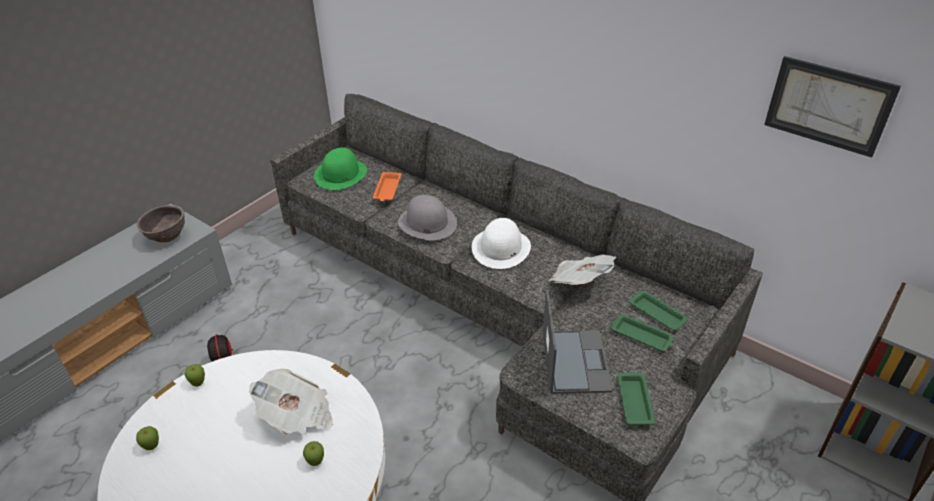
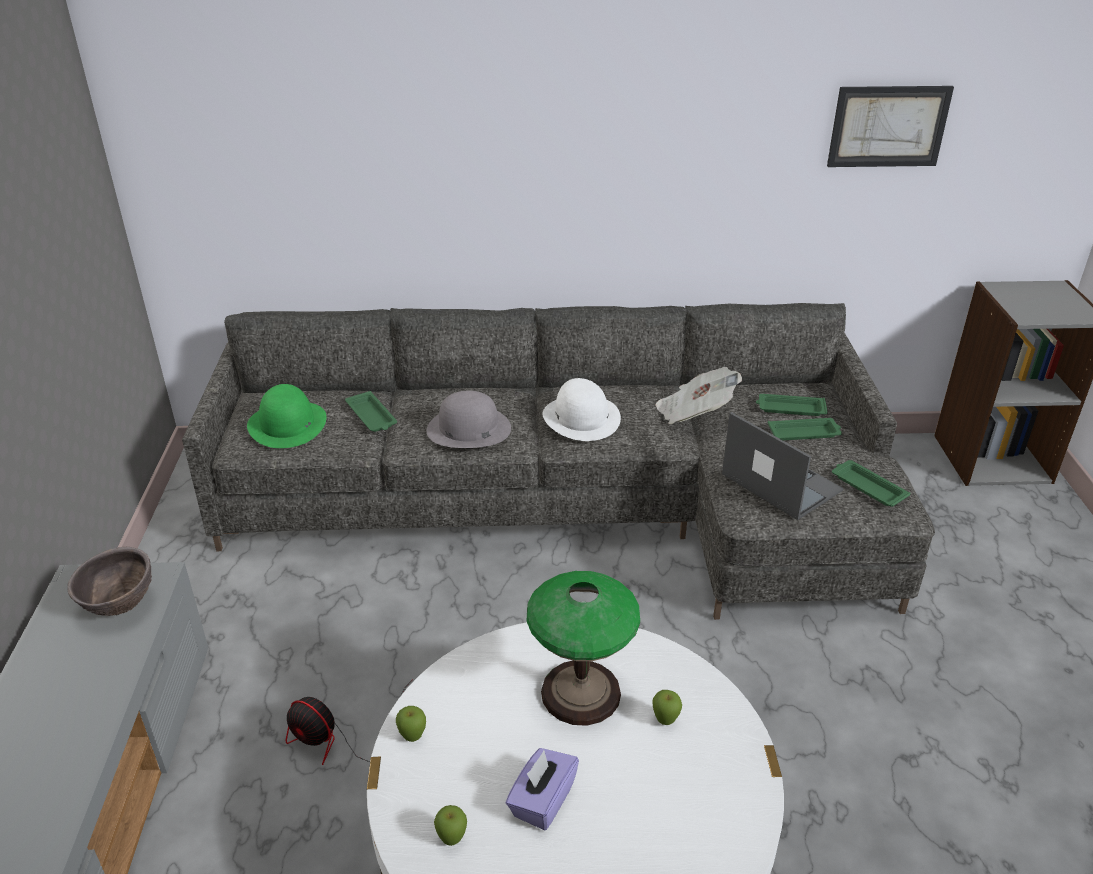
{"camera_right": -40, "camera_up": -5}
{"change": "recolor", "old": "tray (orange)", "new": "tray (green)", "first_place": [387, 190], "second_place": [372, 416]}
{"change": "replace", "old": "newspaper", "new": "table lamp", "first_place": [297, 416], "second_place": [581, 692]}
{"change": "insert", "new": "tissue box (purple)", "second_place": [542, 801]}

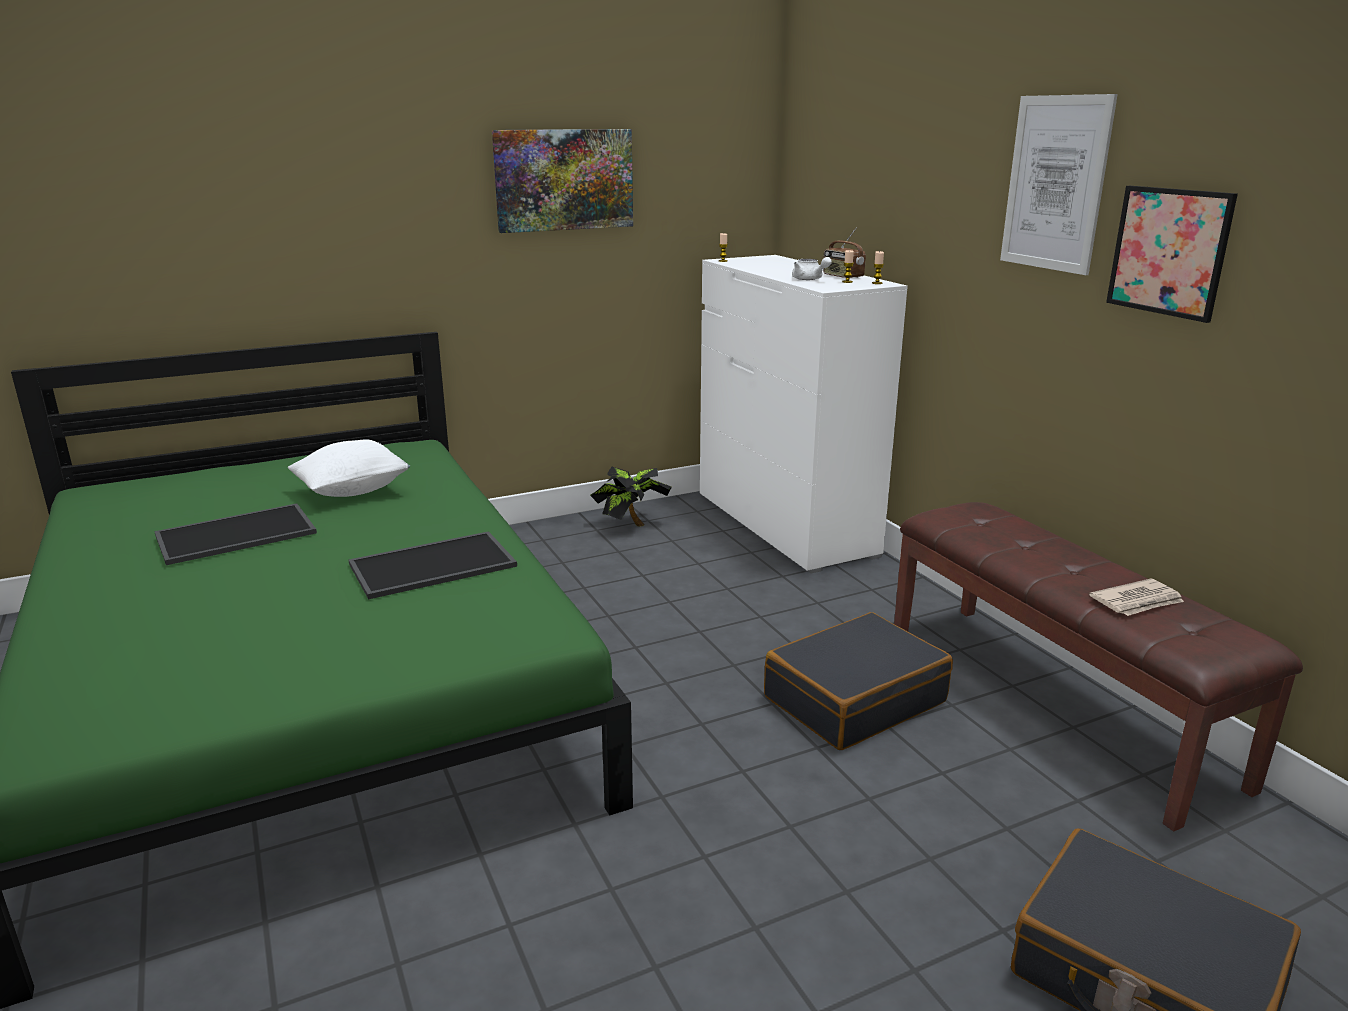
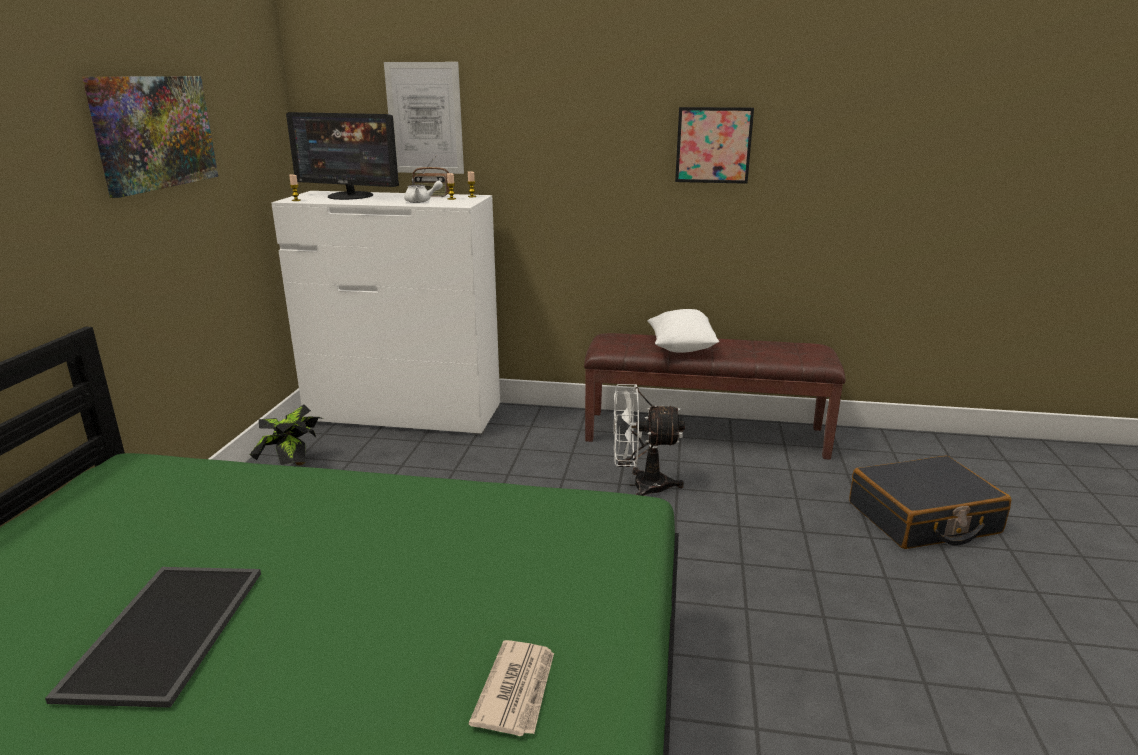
{"camera_right": -55, "camera_up": 0}
{"change": "move", "old": "picture", "first_place": [1055, 183], "second_place": [425, 118]}
{"change": "move", "old": "pillow (white)", "first_place": [353, 491], "second_place": [681, 348]}
{"change": "delete", "old": "tray", "first_place": [432, 566]}
{"change": "move", "old": "newspaper", "first_place": [1138, 601], "second_place": [517, 690]}
{"change": "replace", "old": "suitcase (black)", "new": "fan (white)", "first_place": [854, 699], "second_place": [640, 486]}
{"change": "insert", "new": "monitor", "second_place": [350, 196]}

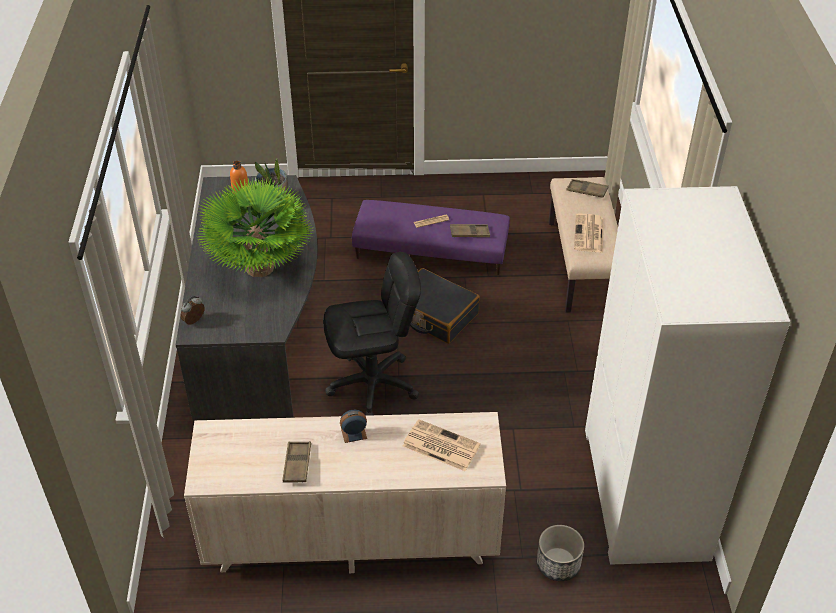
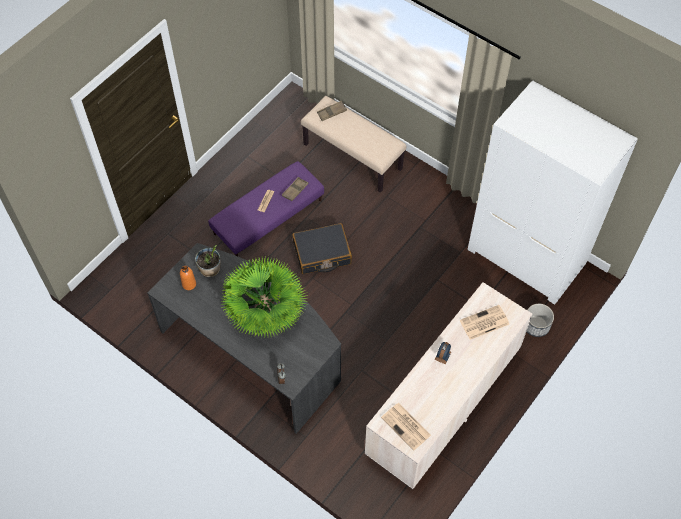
{"camera_right": -50, "camera_up": 15}
{"change": "move", "old": "newspaper", "first_place": [589, 234], "second_place": [406, 426]}
{"change": "delete", "old": "office chair (black)", "first_place": [373, 385]}
{"change": "delete", "old": "tray (brown)", "first_place": [297, 464]}

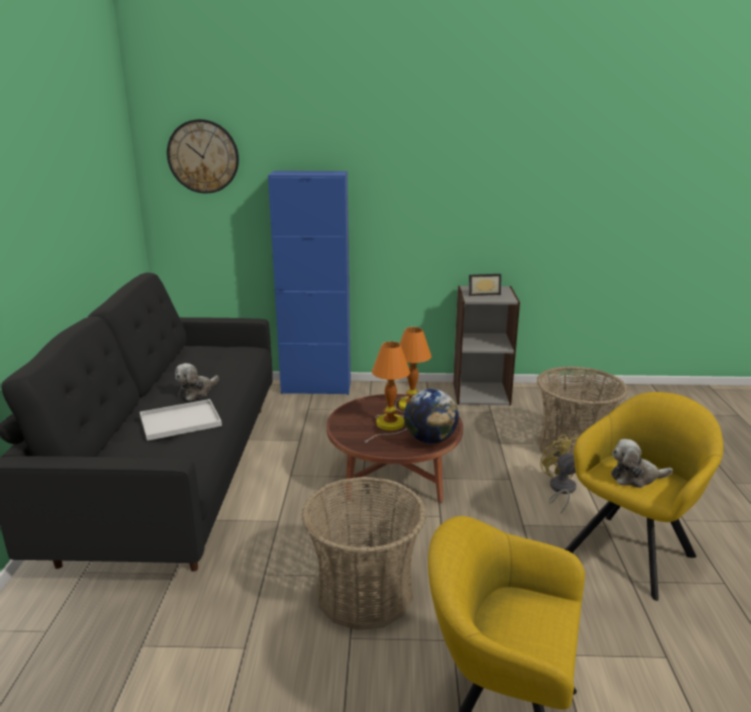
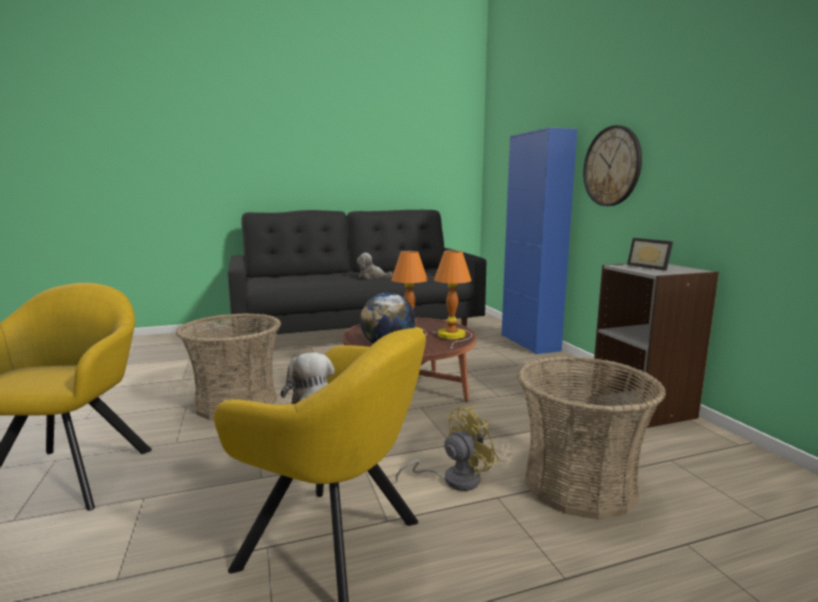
{"camera_right": 70, "camera_up": -10}
{"change": "move", "old": "wall clock", "first_place": [203, 156], "second_place": [612, 166]}
{"change": "delete", "old": "tray (white)", "first_place": [181, 420]}

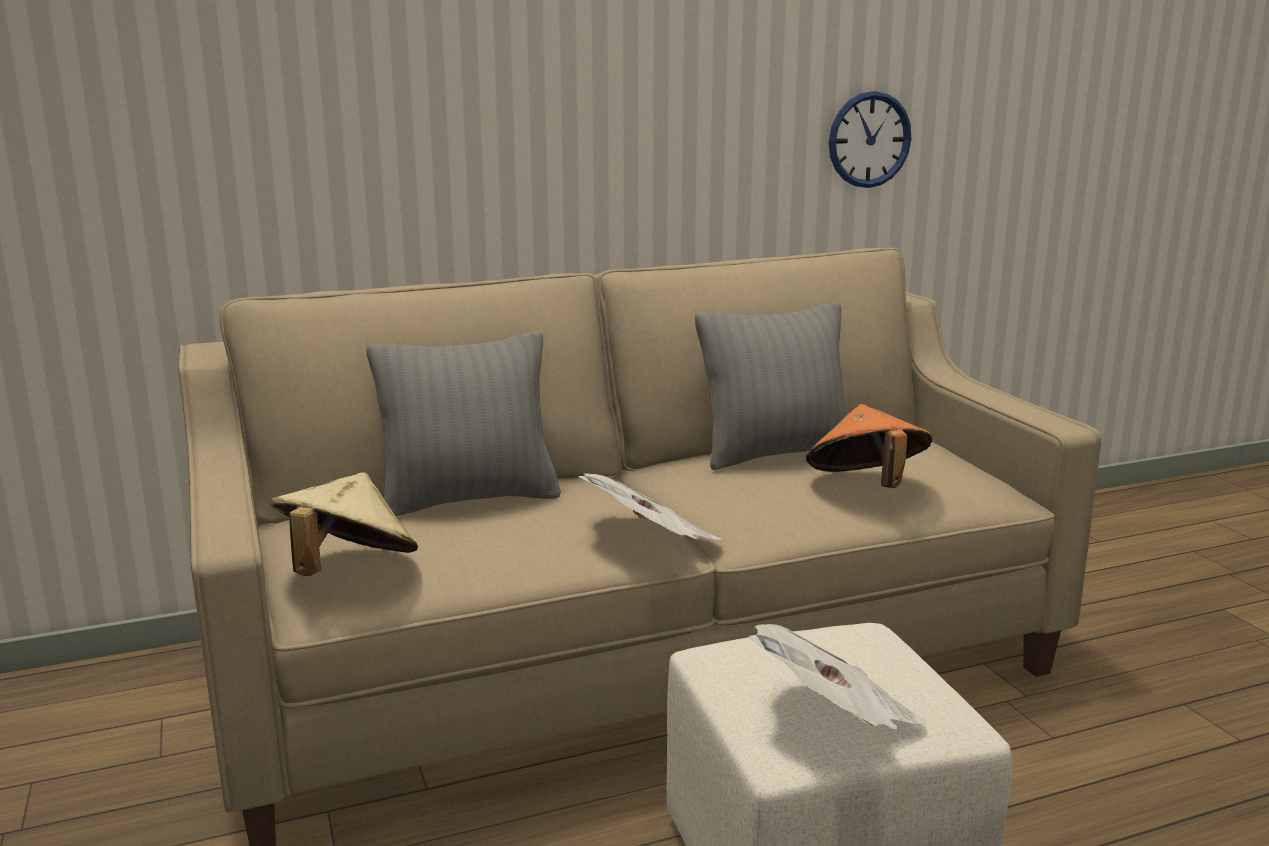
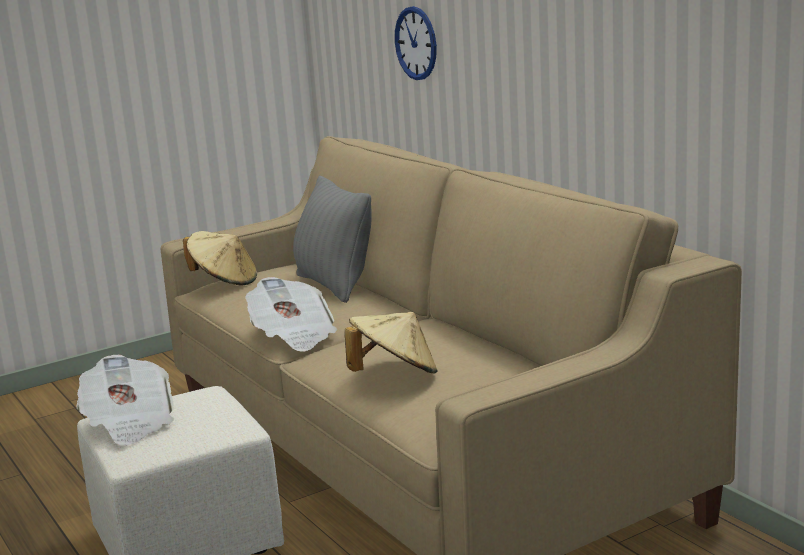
{"camera_right": 80, "camera_up": 0}
{"change": "move", "old": "wall clock", "first_place": [869, 140], "second_place": [416, 43]}
{"change": "delete", "old": "pillow (grey)", "first_place": [776, 454]}
{"change": "recolor", "old": "hat (orange)", "new": "hat (beige)", "first_place": [866, 487], "second_place": [394, 375]}

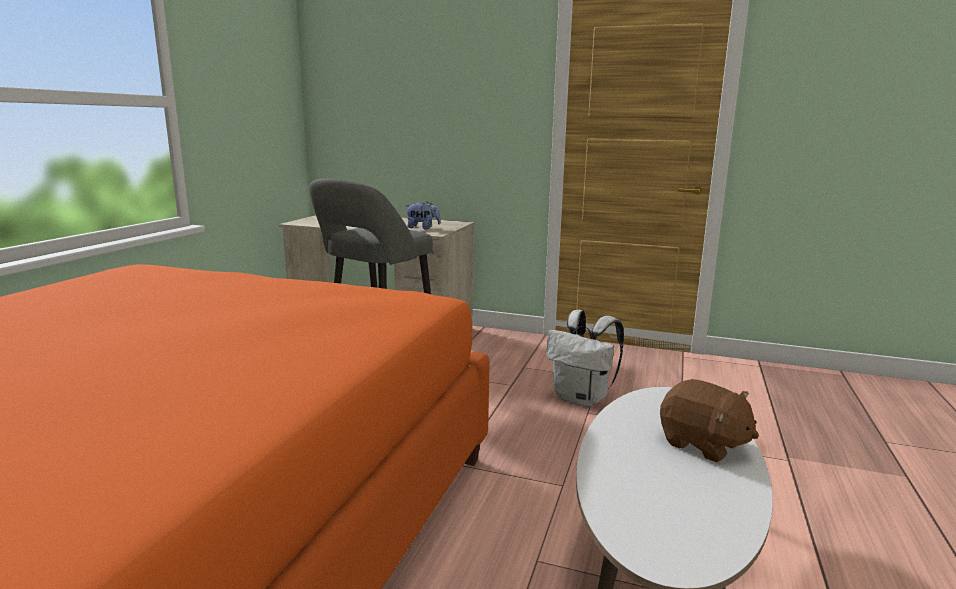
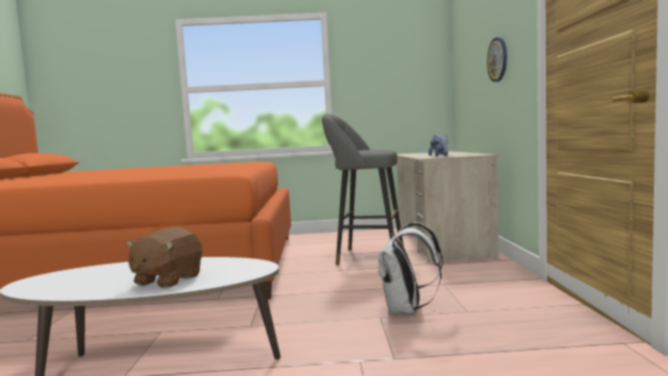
{"camera_right": 70, "camera_up": -10}
{"change": "insert", "new": "wall clock", "second_place": [498, 59]}

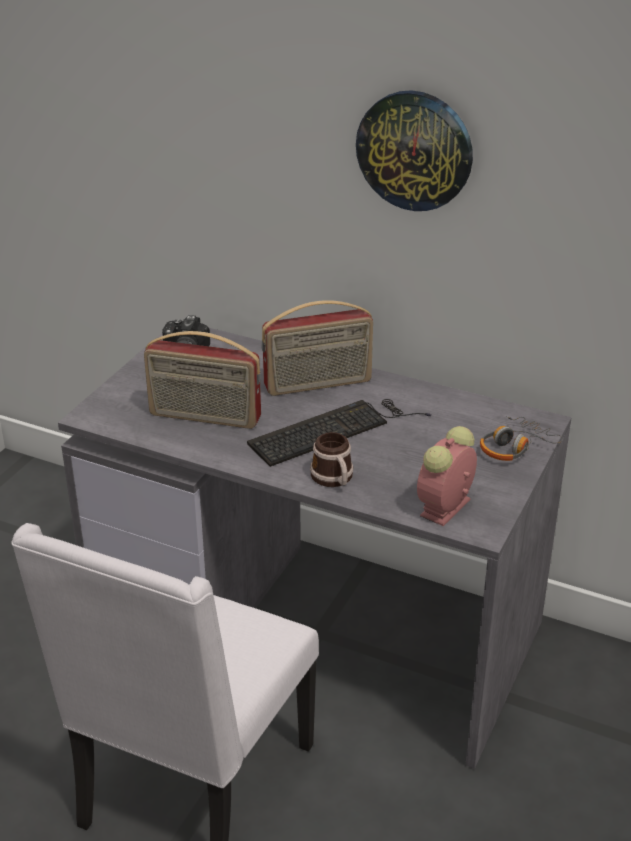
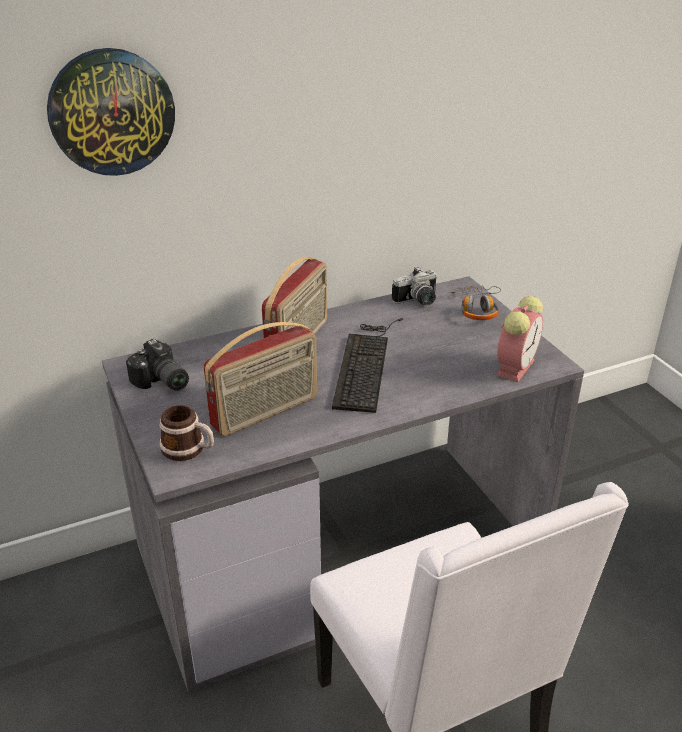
{"camera_right": -50, "camera_up": 0}
{"change": "move", "old": "wall clock", "first_place": [415, 150], "second_place": [111, 112]}
{"change": "rotate", "old": "alarm clock", "first_place": [444, 509], "second_place": [515, 366], "degrees": -135}
{"change": "move", "old": "mug", "first_place": [334, 479], "second_place": [189, 449]}
{"change": "insert", "new": "photo camera", "second_place": [418, 301]}

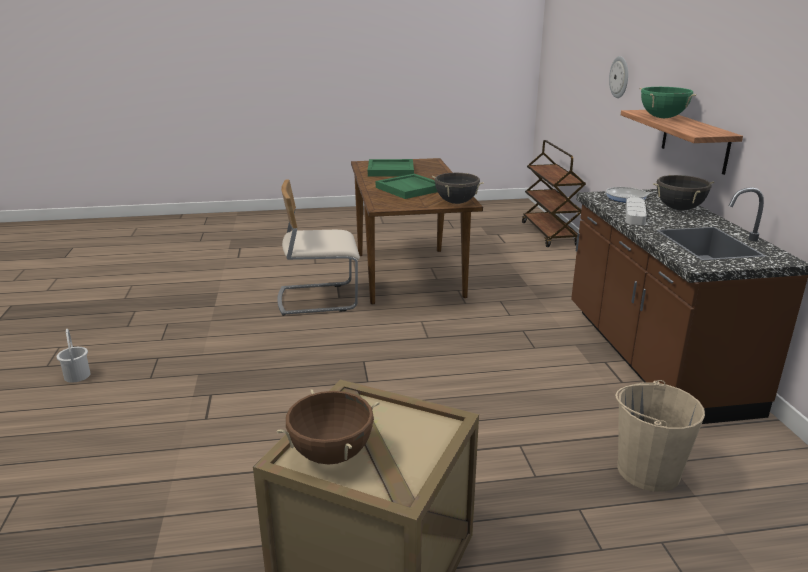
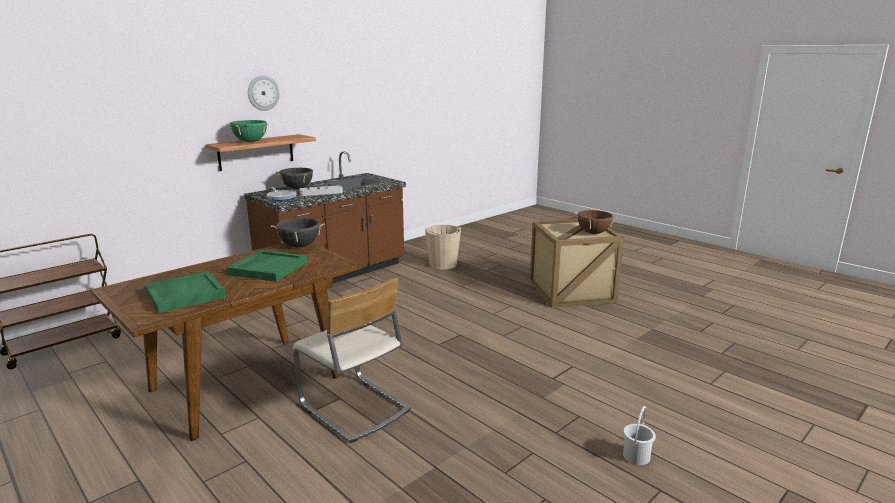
{"camera_right": -125, "camera_up": -5}
{"change": "move", "old": "wall clock", "first_place": [619, 77], "second_place": [263, 93]}

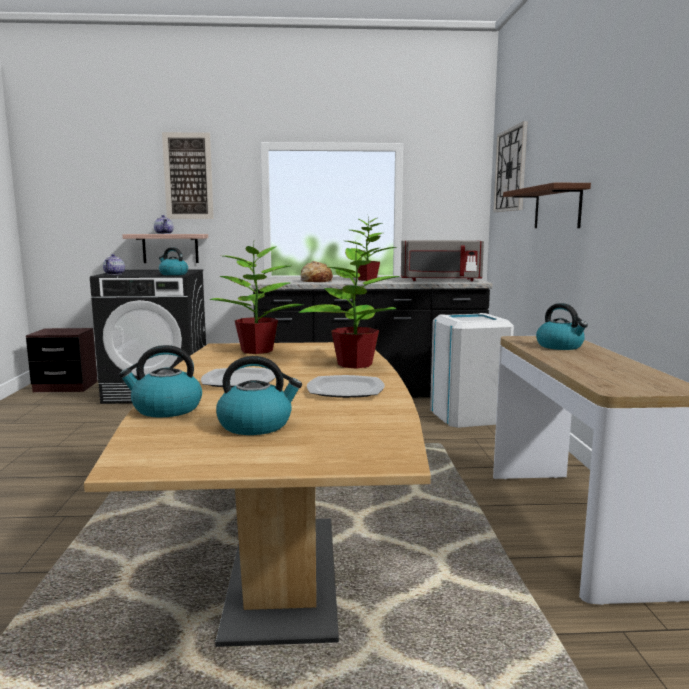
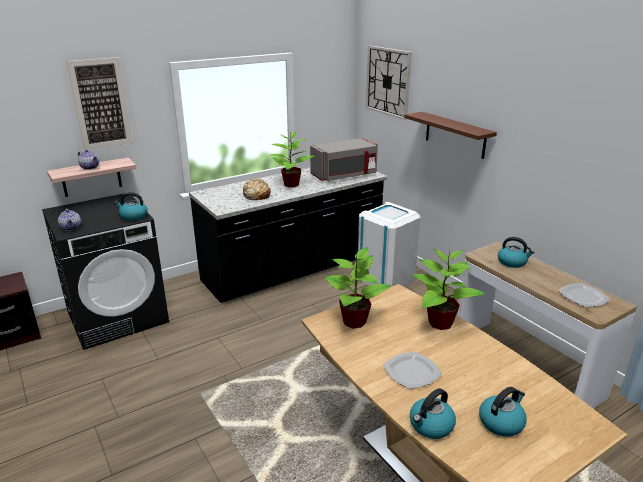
{"camera_right": -30, "camera_up": 15}
{"change": "move", "old": "plate", "first_place": [346, 389], "second_place": [583, 296]}

